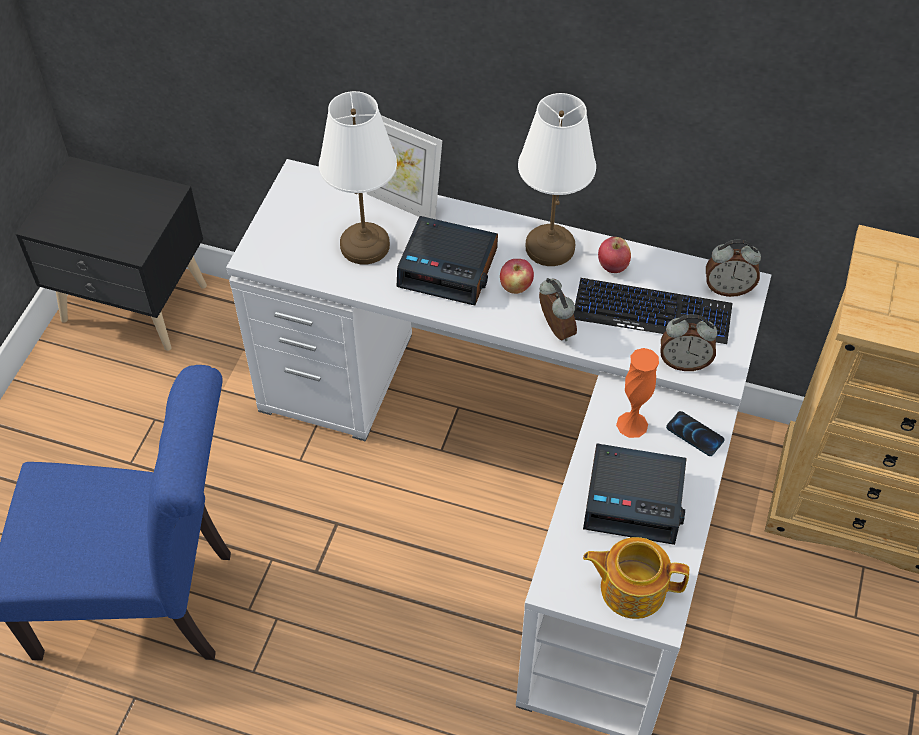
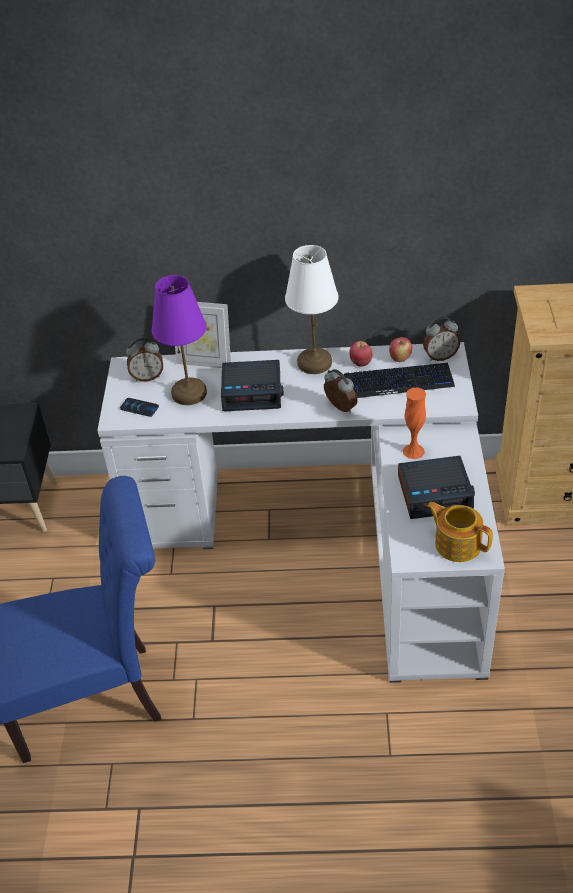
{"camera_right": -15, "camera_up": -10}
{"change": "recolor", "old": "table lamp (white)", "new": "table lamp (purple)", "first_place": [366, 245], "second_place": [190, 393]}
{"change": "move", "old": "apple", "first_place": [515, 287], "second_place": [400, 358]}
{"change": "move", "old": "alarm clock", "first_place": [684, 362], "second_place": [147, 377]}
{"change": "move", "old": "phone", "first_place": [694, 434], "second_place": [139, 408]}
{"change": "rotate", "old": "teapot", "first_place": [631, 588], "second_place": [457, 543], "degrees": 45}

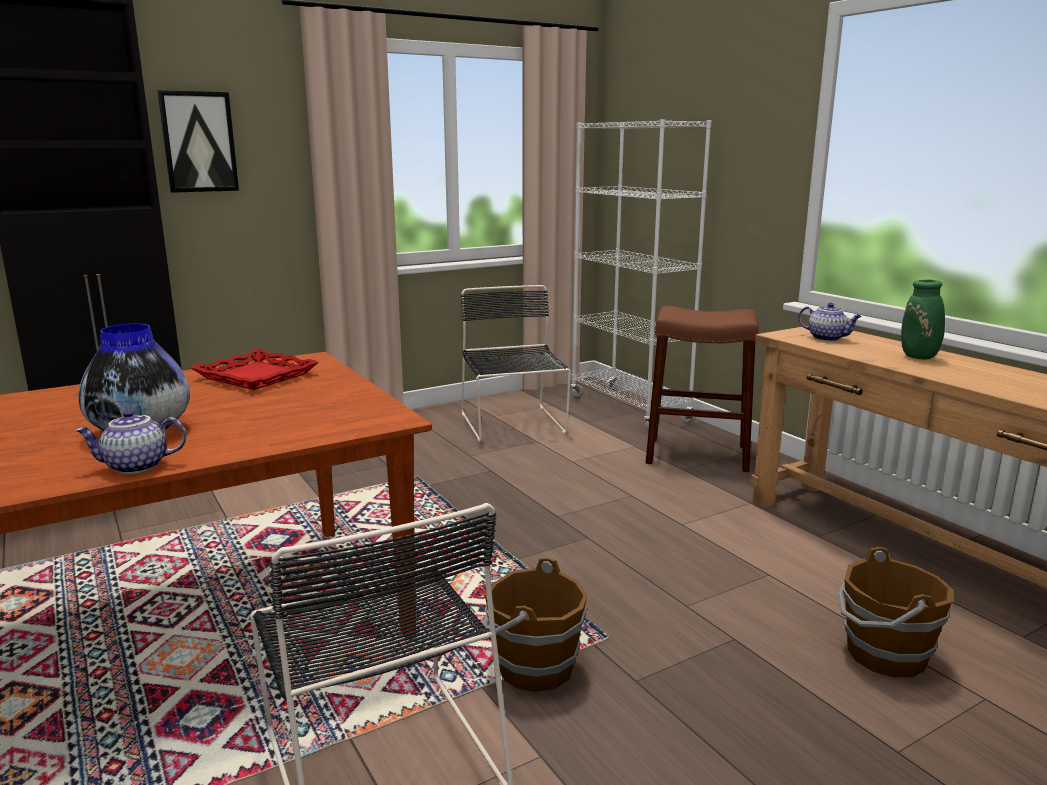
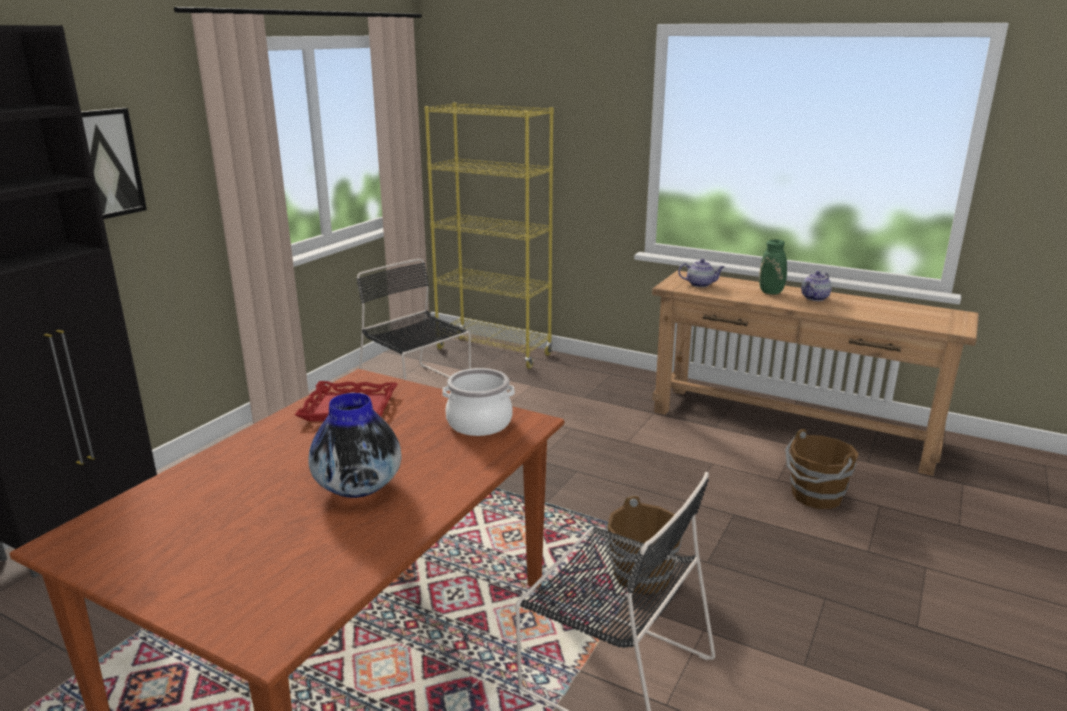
{"camera_right": -30, "camera_up": 5}
{"change": "recolor", "old": "bookcase (white)", "new": "bookcase (yellow)", "first_place": [629, 408], "second_place": [494, 352]}
{"change": "delete", "old": "stool (brown)", "first_place": [697, 454]}
{"change": "move", "old": "teapot", "first_place": [135, 467], "second_place": [815, 298]}
{"change": "insert", "new": "cooking pot", "second_place": [479, 423]}

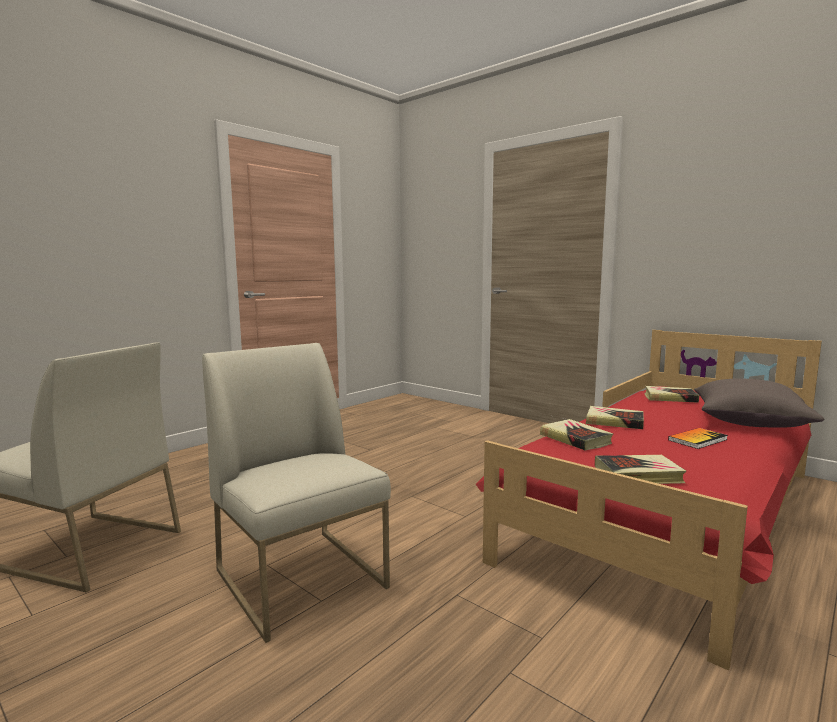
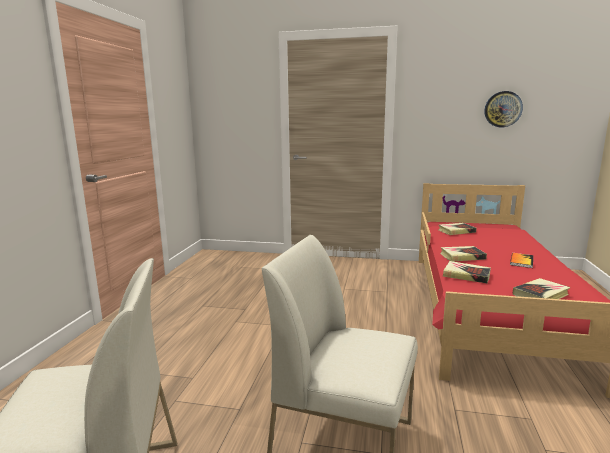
{"camera_right": -30, "camera_up": 5}
{"change": "delete", "old": "pillow (grey)", "first_place": [749, 422]}
{"change": "insert", "new": "wall clock", "second_place": [503, 109]}

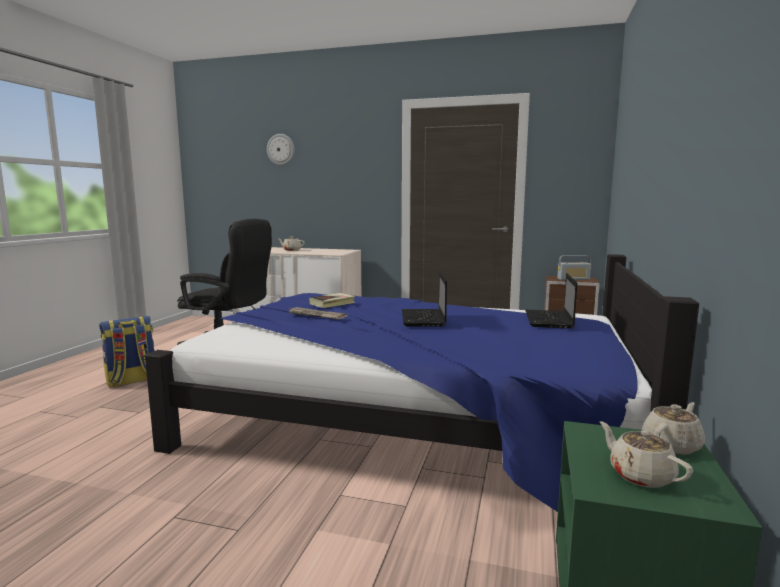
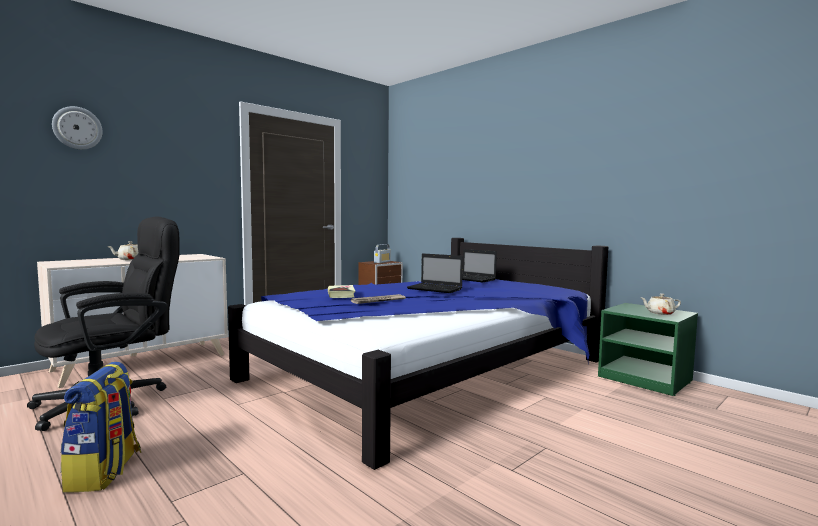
{"camera_right": -60, "camera_up": -5}
{"change": "delete", "old": "teapot (beige)", "first_place": [672, 445]}

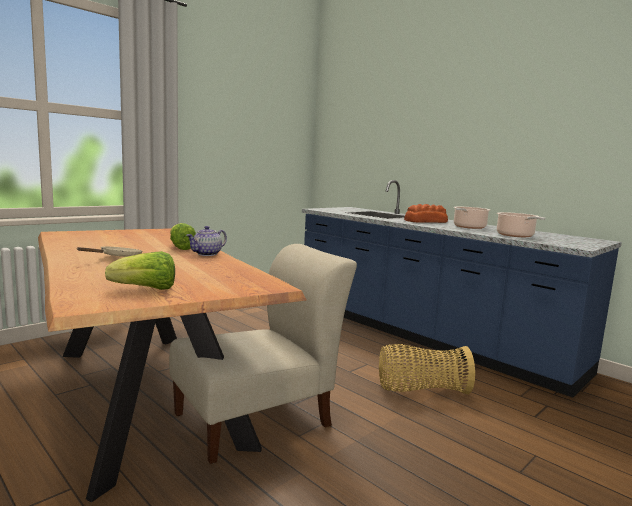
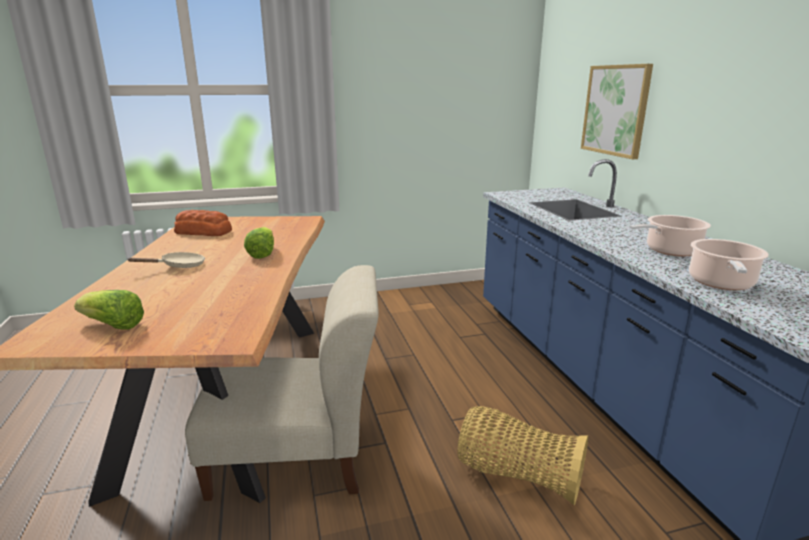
{"camera_right": 30, "camera_up": 10}
{"change": "move", "old": "bread", "first_place": [425, 221], "second_place": [203, 232]}
{"change": "delete", "old": "teapot", "first_place": [207, 254]}
{"change": "insert", "new": "picture", "second_place": [615, 110]}

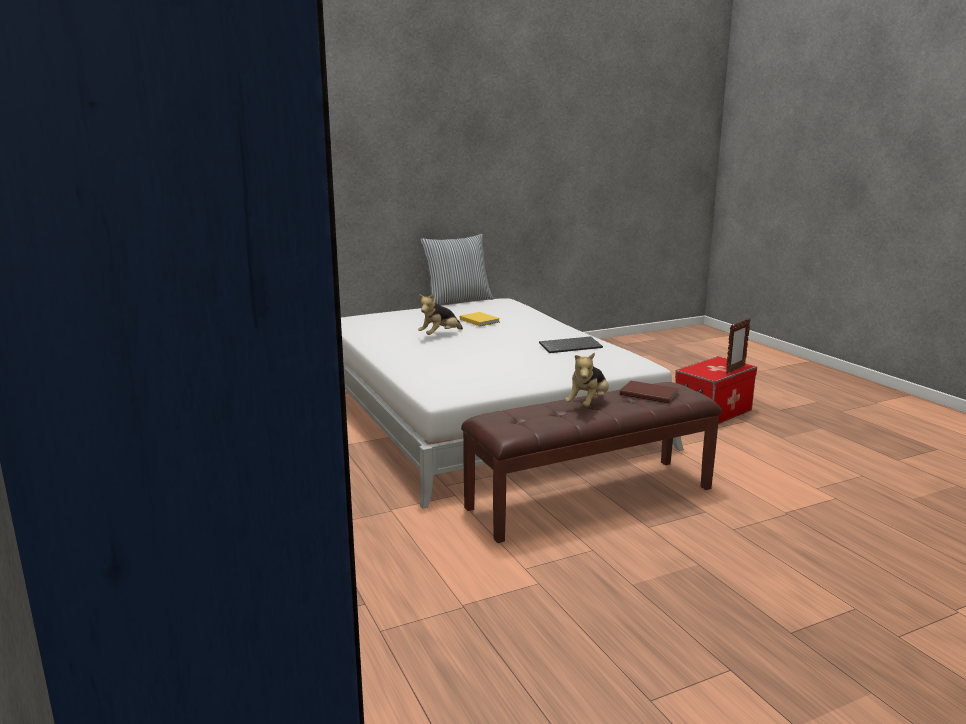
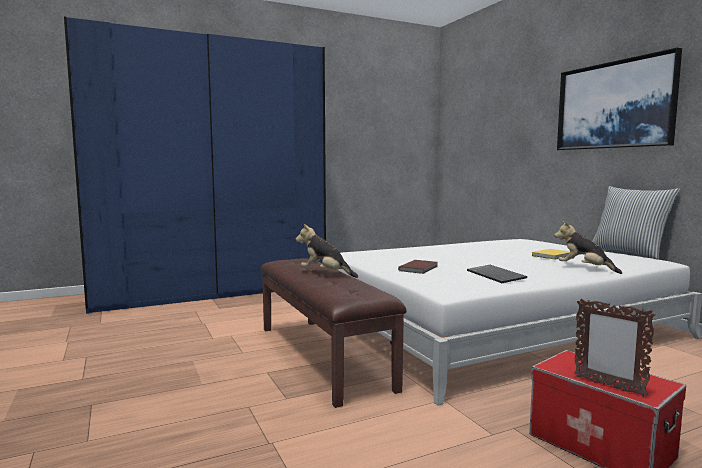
{"camera_right": 90, "camera_up": -10}
{"change": "move", "old": "plush toy", "first_place": [440, 335], "second_place": [584, 269]}
{"change": "move", "old": "book (brown)", "first_place": [649, 394], "second_place": [419, 268]}
{"change": "insert", "new": "picture", "second_place": [614, 105]}

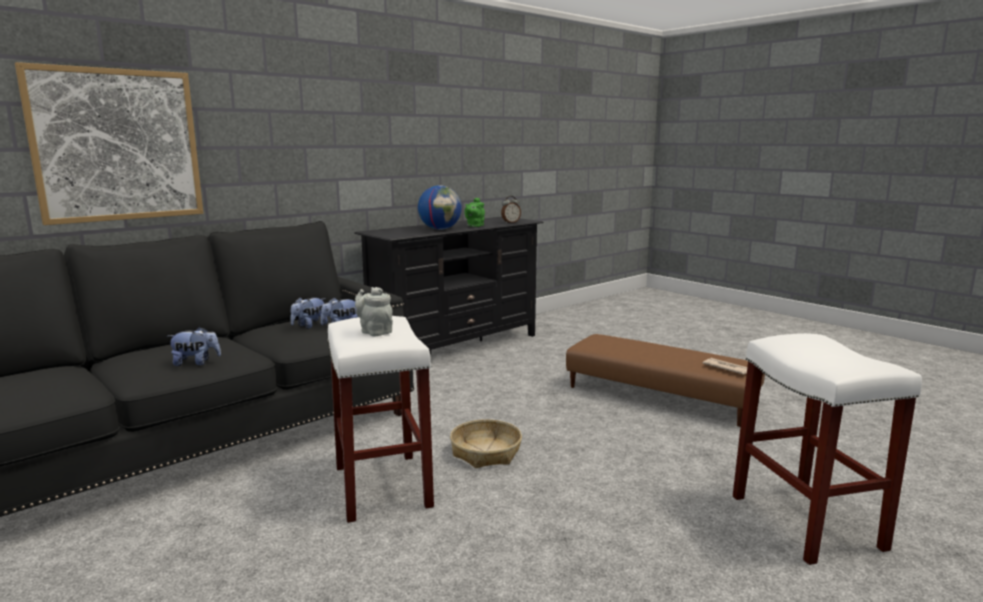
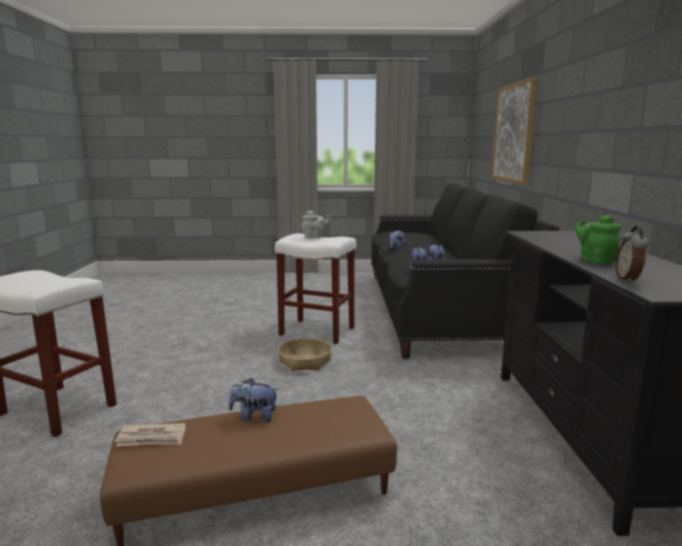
{"camera_right": 130, "camera_up": 0}
{"change": "delete", "old": "globe", "first_place": [440, 229]}
{"change": "insert", "new": "plush toy", "second_place": [254, 416]}

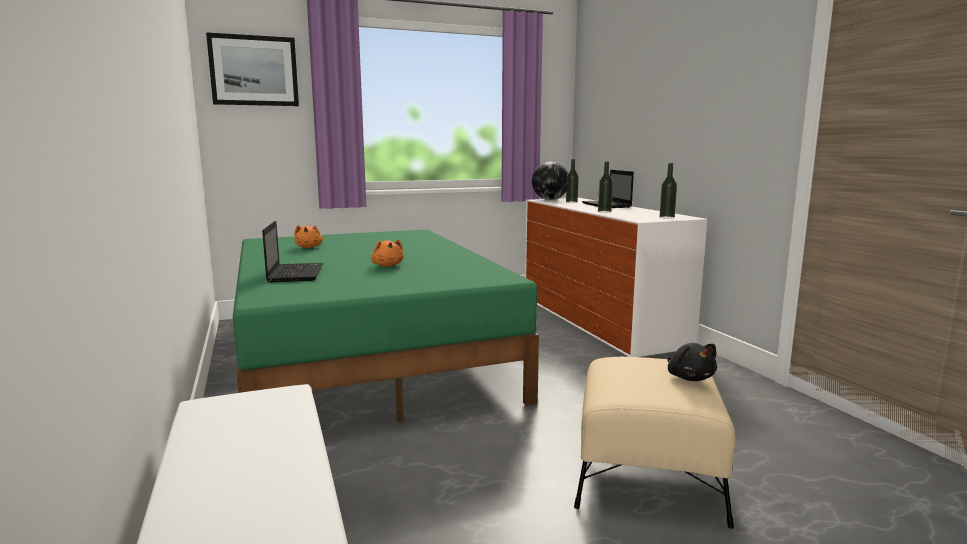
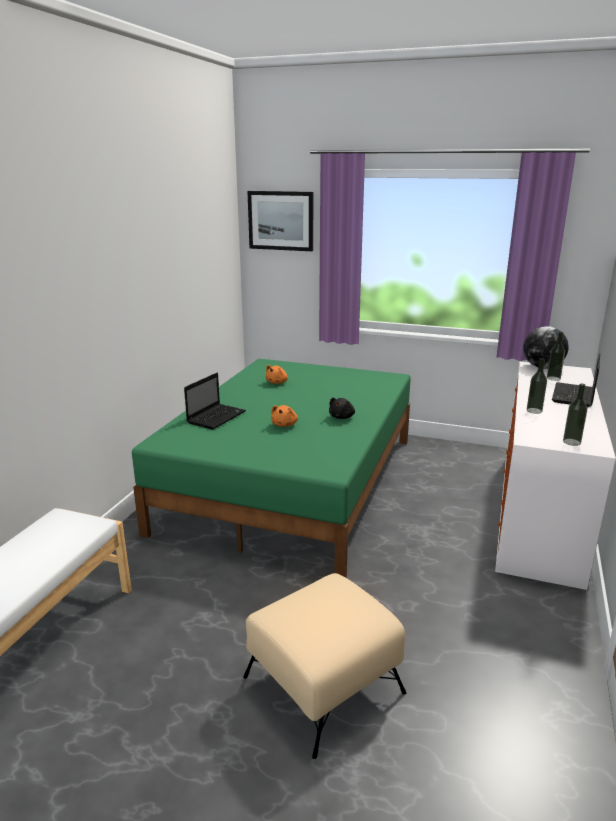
{"camera_right": 40, "camera_up": 10}
{"change": "move", "old": "plush toy (black)", "first_place": [689, 377], "second_place": [342, 417]}

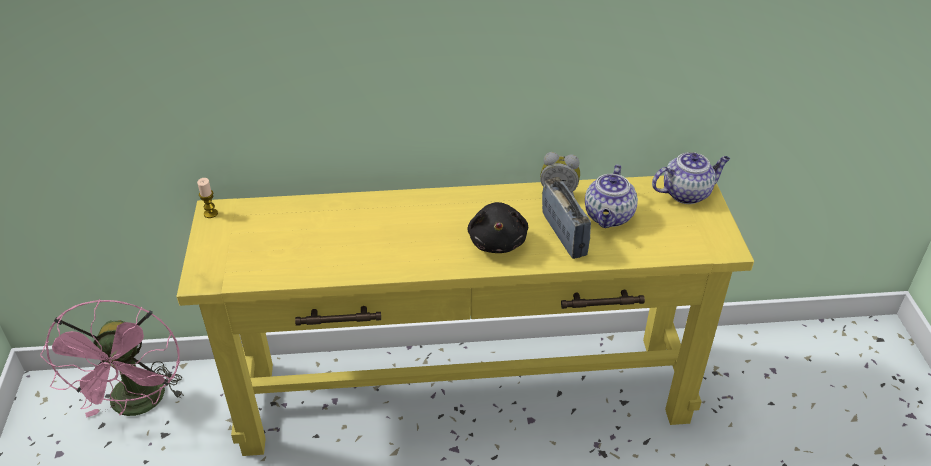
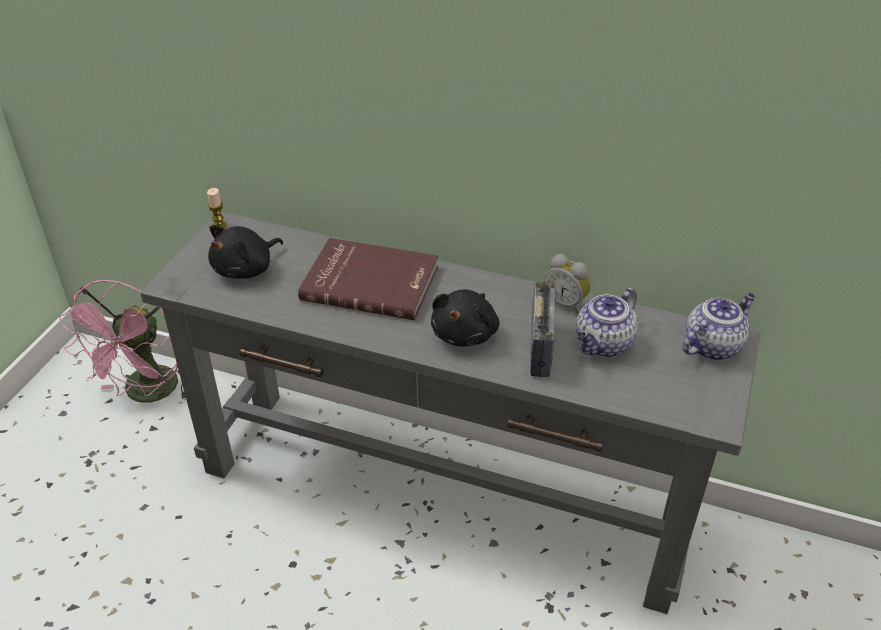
{"camera_right": 25, "camera_up": 0}
{"change": "rotate", "old": "teapot", "first_place": [687, 193], "second_place": [713, 346], "degrees": -45}
{"change": "recolor", "old": "console table (yellow)", "new": "console table (grey)", "first_place": [465, 394], "second_place": [442, 492]}
{"change": "insert", "new": "plush toy (black)", "second_place": [246, 269]}
{"change": "insert", "new": "book (red)", "second_place": [371, 282]}

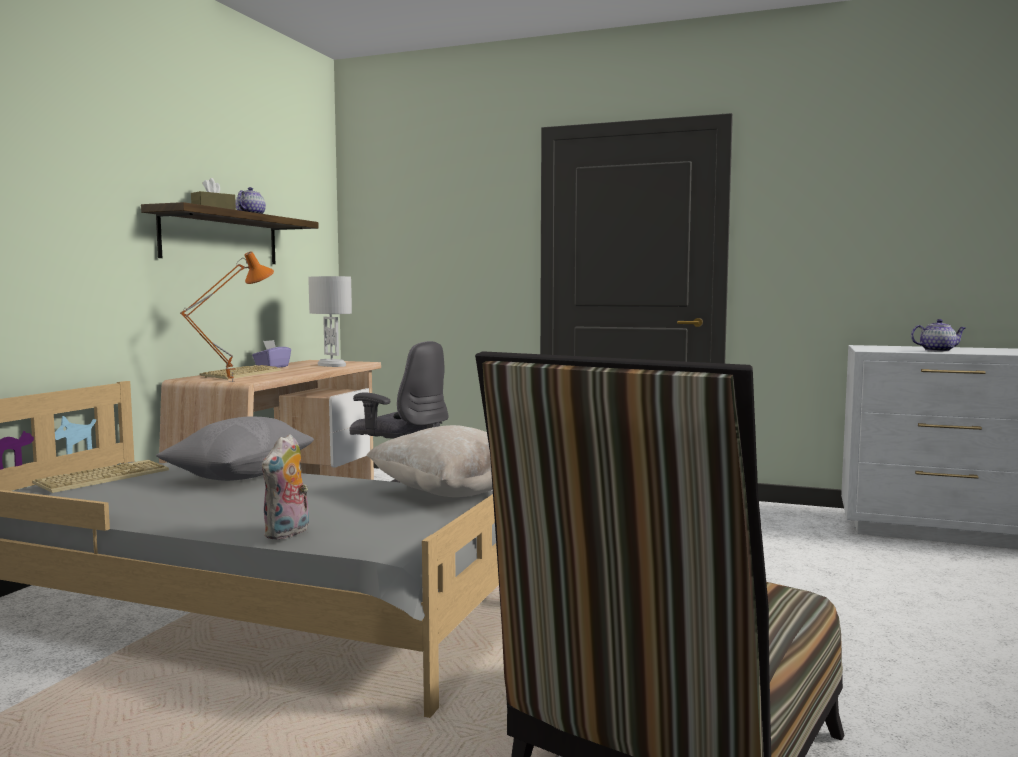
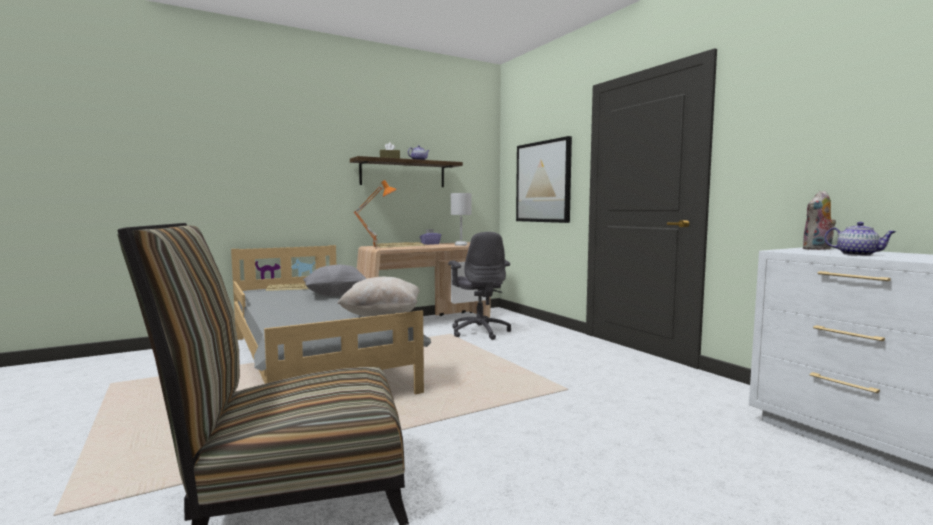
{"camera_right": 40, "camera_up": 0}
{"change": "move", "old": "plush toy", "first_place": [288, 533], "second_place": [818, 249]}
{"change": "insert", "new": "picture", "second_place": [543, 182]}

